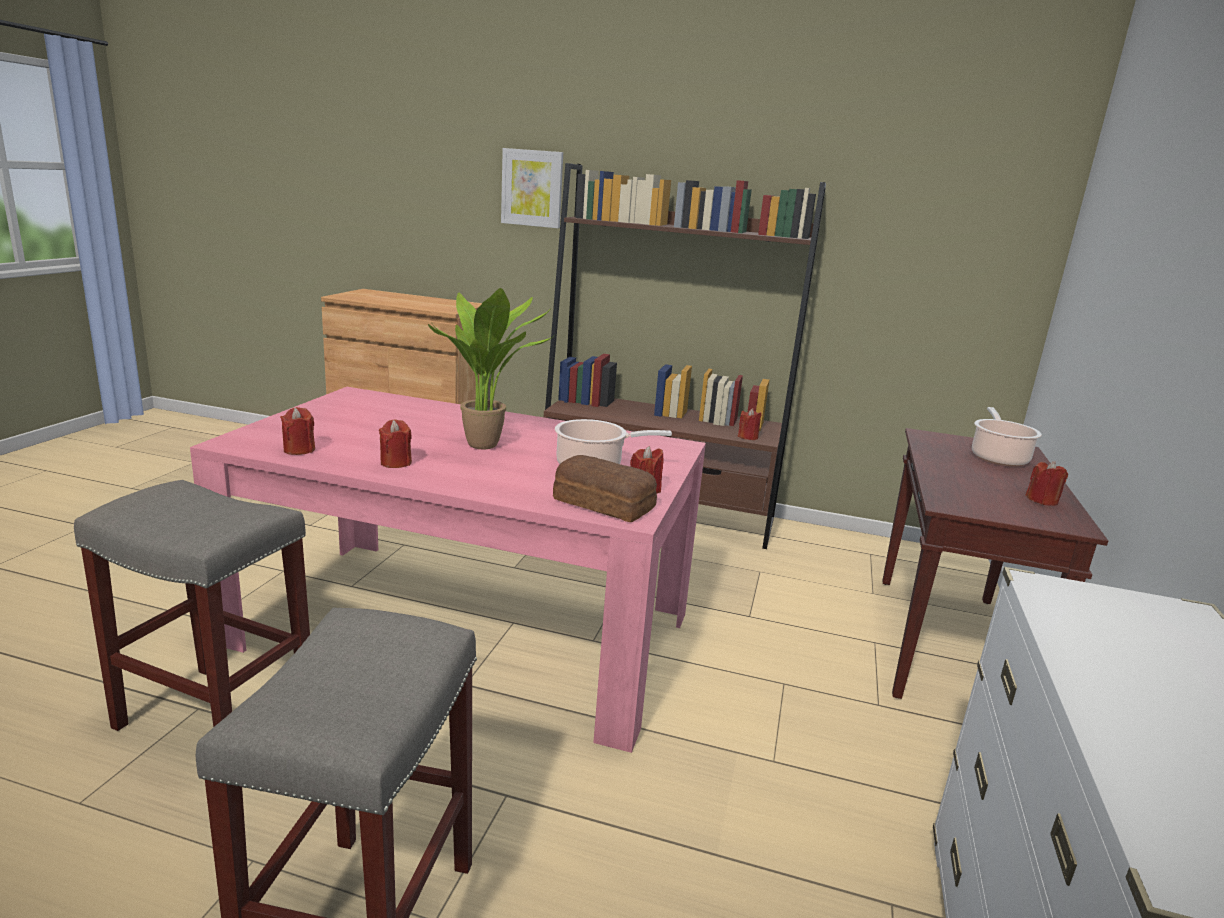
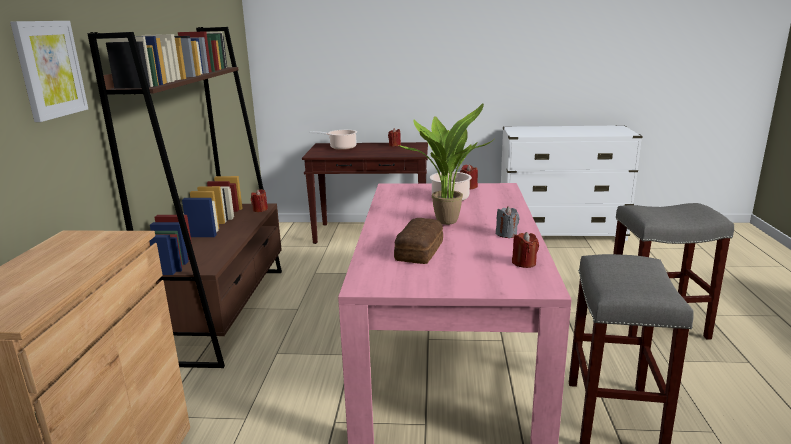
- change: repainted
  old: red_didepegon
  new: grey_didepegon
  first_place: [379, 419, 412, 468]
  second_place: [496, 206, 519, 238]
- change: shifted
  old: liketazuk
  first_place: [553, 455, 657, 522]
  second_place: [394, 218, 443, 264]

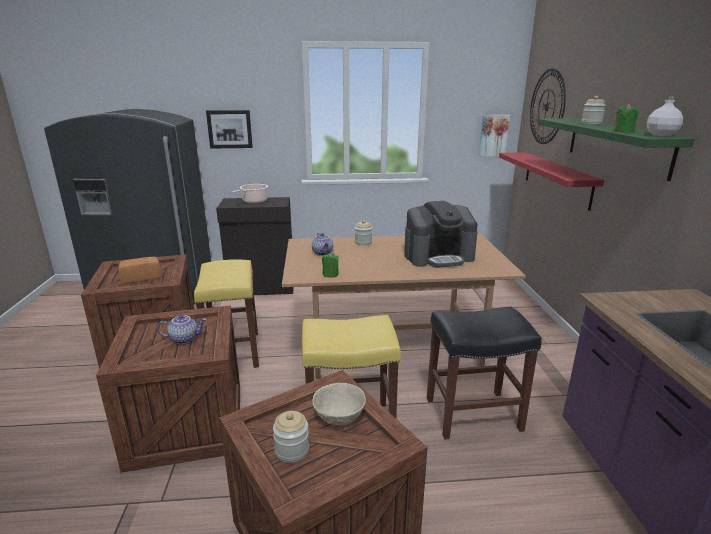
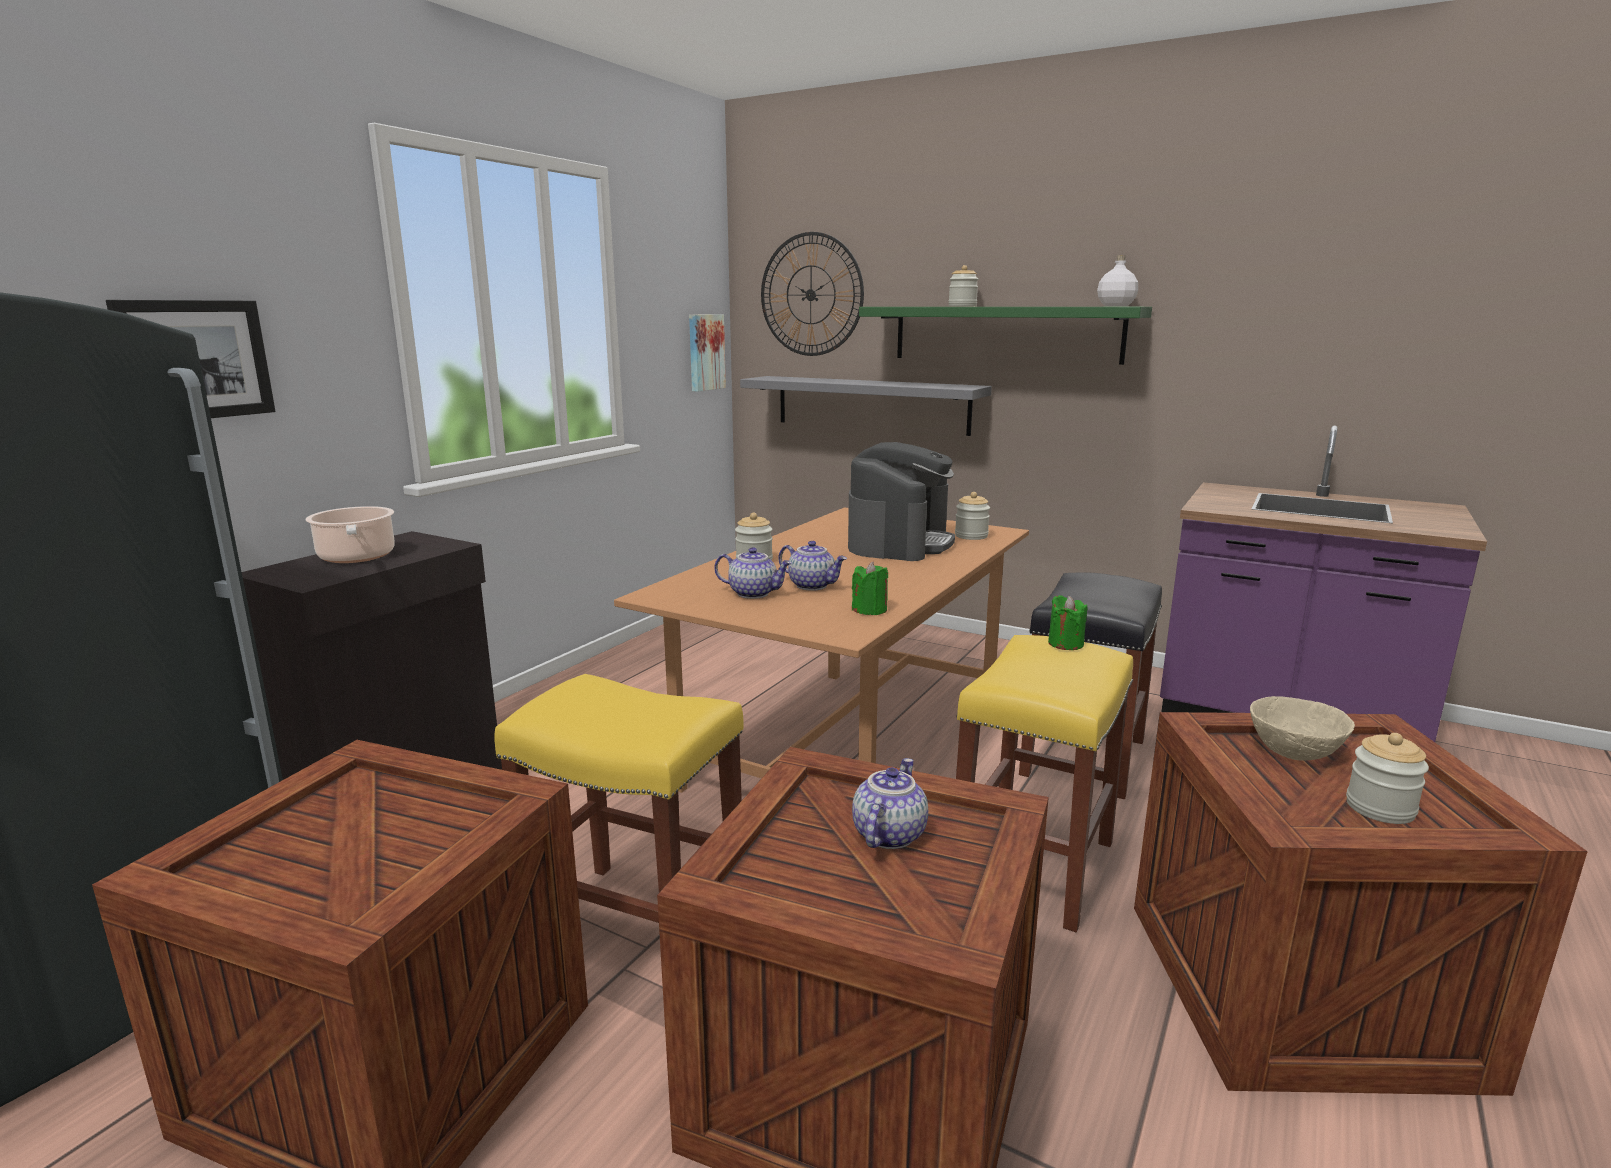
- change: shifted
  old: green_didepegon
  first_place: [614, 104, 638, 132]
  second_place: [1048, 595, 1088, 650]
- change: repainted
  old: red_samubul
  new: grey_samubul
  first_place: [499, 152, 604, 211]
  second_place: [740, 376, 992, 436]
- change: gone
  old: liketazuk
  first_place: [118, 257, 161, 284]
- change: new
  new: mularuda
  second_place: [955, 492, 990, 540]
- change: new
  new: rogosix
  second_place: [778, 541, 847, 591]

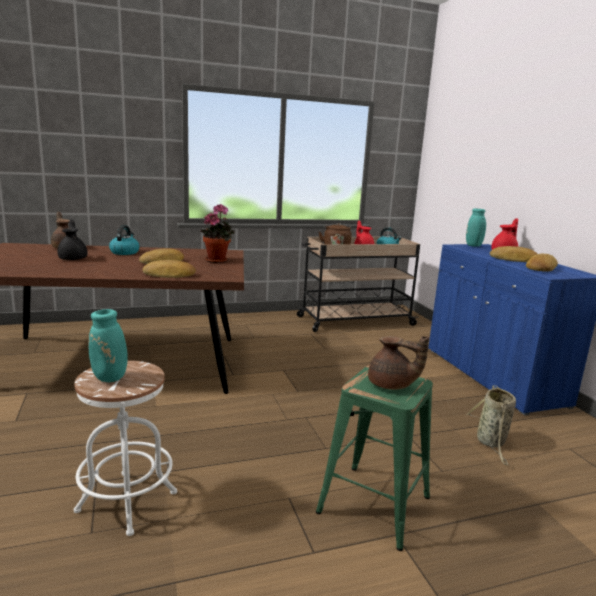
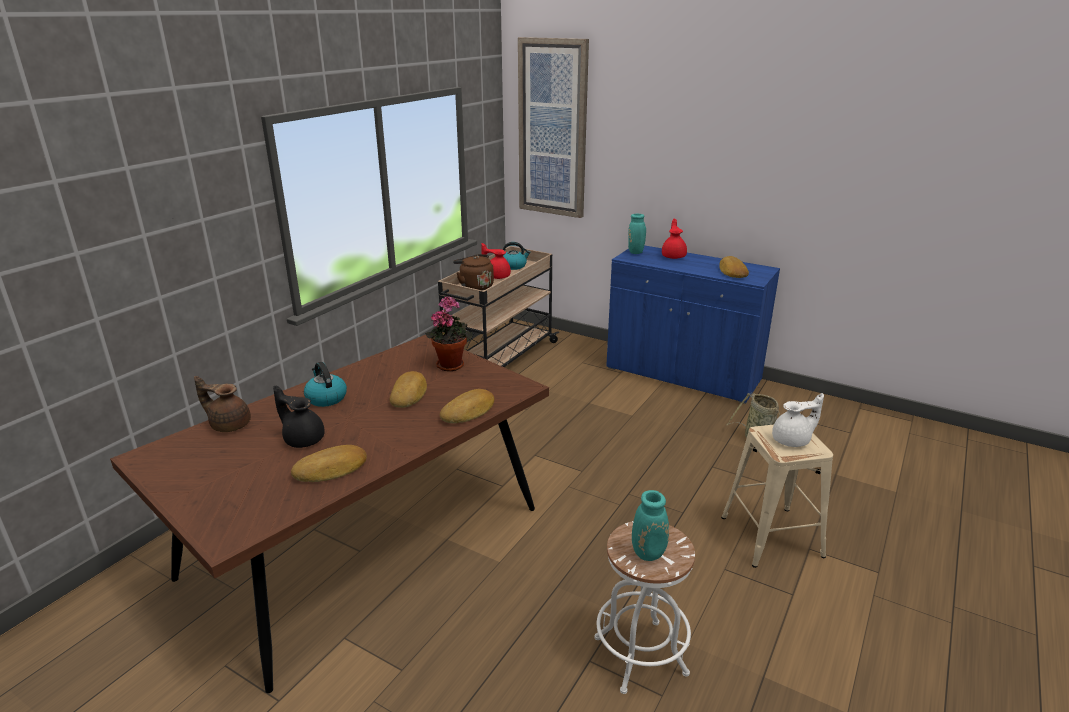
- change: shifted
  old: liketazuk
  first_place: [490, 246, 537, 262]
  second_place: [291, 445, 367, 482]
- change: repainted
  old: brown_rogosix
  new: white_rogosix
  first_place: [368, 336, 429, 390]
  second_place: [772, 393, 824, 447]
- change: repainted
  old: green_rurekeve
  new: beige_rurekeve
  first_place: [316, 365, 433, 551]
  second_place: [721, 425, 833, 568]
- change: new
  new: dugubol
  second_place: [518, 37, 589, 218]

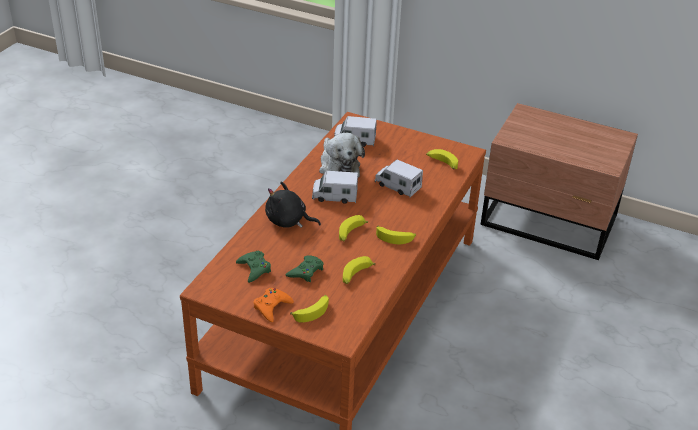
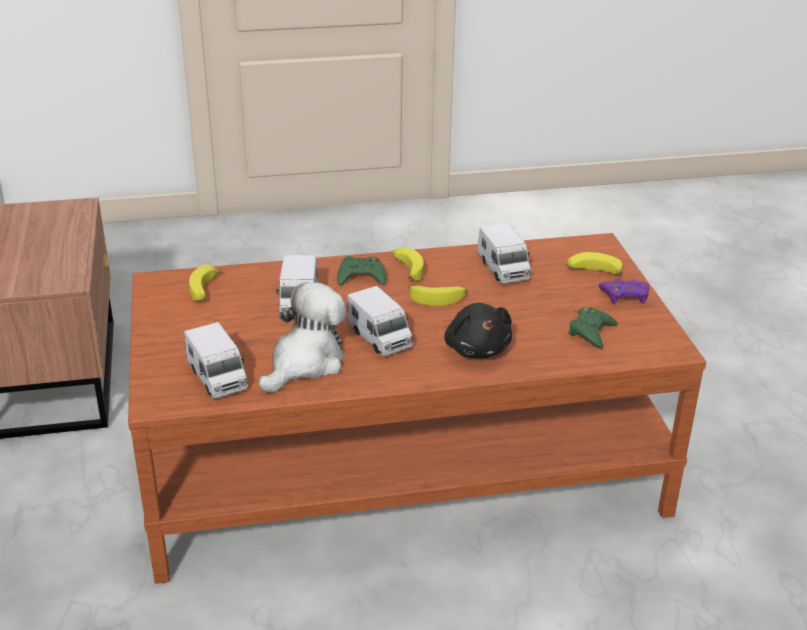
- change: shifted
  old: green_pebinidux
  first_place: [285, 255, 324, 282]
  second_place: [337, 256, 386, 286]
- change: swapped
  old: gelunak
  new: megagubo
  first_place: [343, 256, 375, 284]
  second_place: [478, 223, 531, 284]
- change: repainted
  old: orange_pebinidux
  new: purple_pebinidux
  first_place: [253, 288, 294, 322]
  second_place: [599, 279, 649, 304]

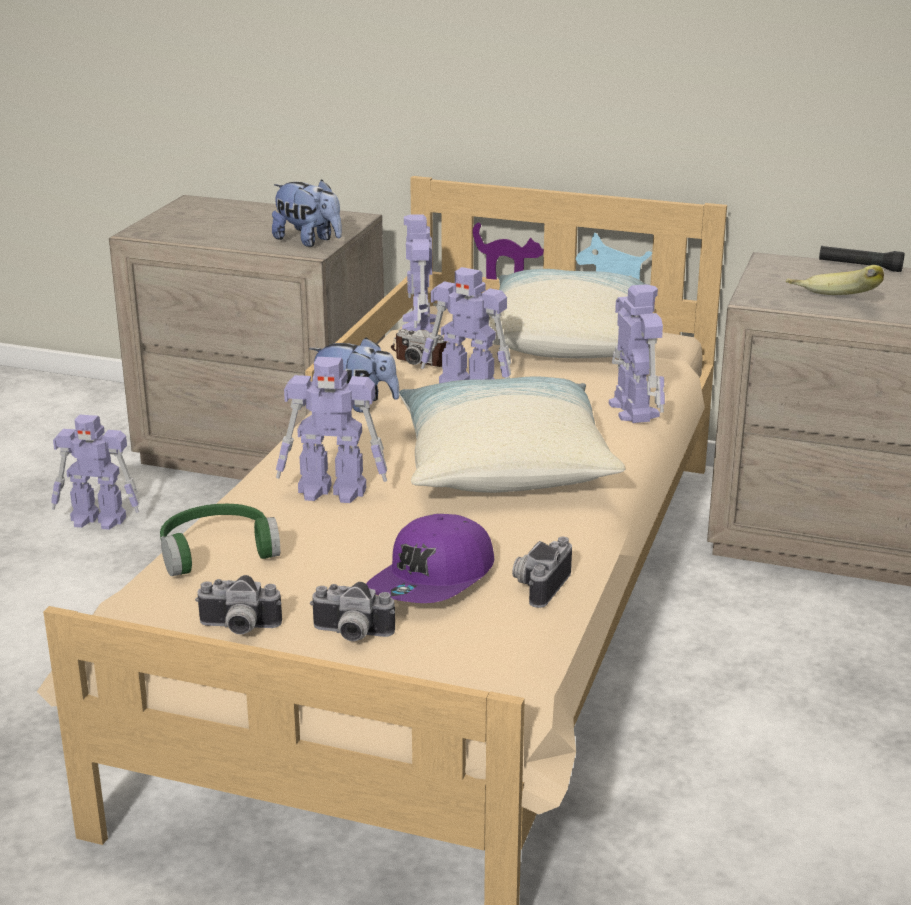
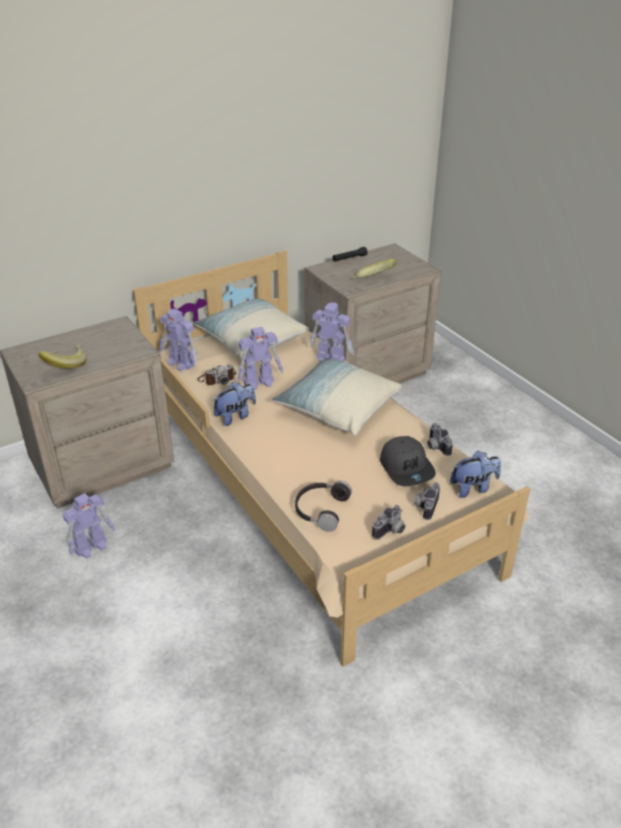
- change: shifted
  old: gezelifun
  first_place: [272, 180, 342, 247]
  second_place: [450, 451, 501, 498]
- change: gone
  old: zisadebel
  first_place: [276, 357, 387, 503]
- change: repainted
  old: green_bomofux
  new: black_bomofux
  first_place: [160, 504, 280, 576]
  second_place: [295, 481, 352, 532]
- change: repainted
  old: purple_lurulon
  new: grey_lurulon
  first_place: [366, 514, 494, 603]
  second_place: [380, 436, 436, 486]
- change: rotated
  old: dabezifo
  first_place: [310, 582, 395, 641]
  second_place: [413, 482, 440, 520]
  degrees: 150
- change: new
  new: gelunak
  second_place: [38, 345, 87, 369]

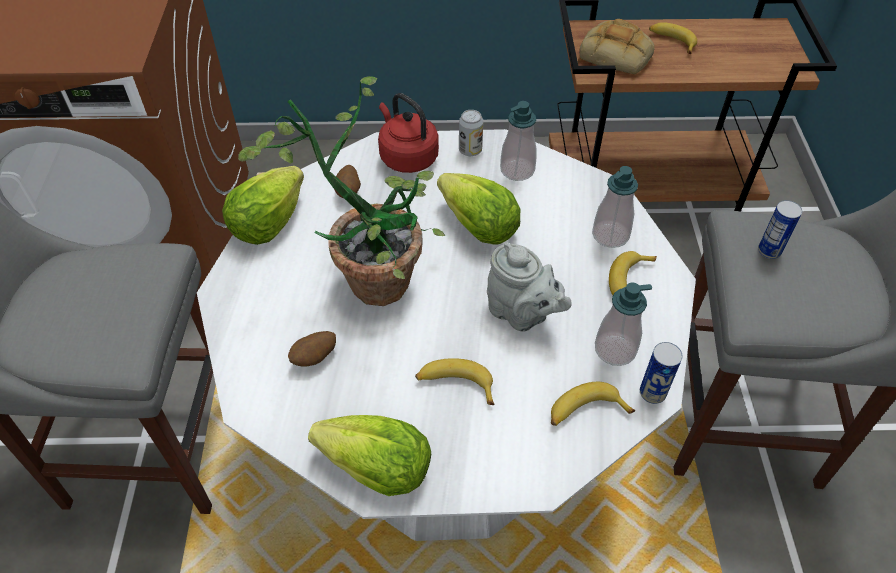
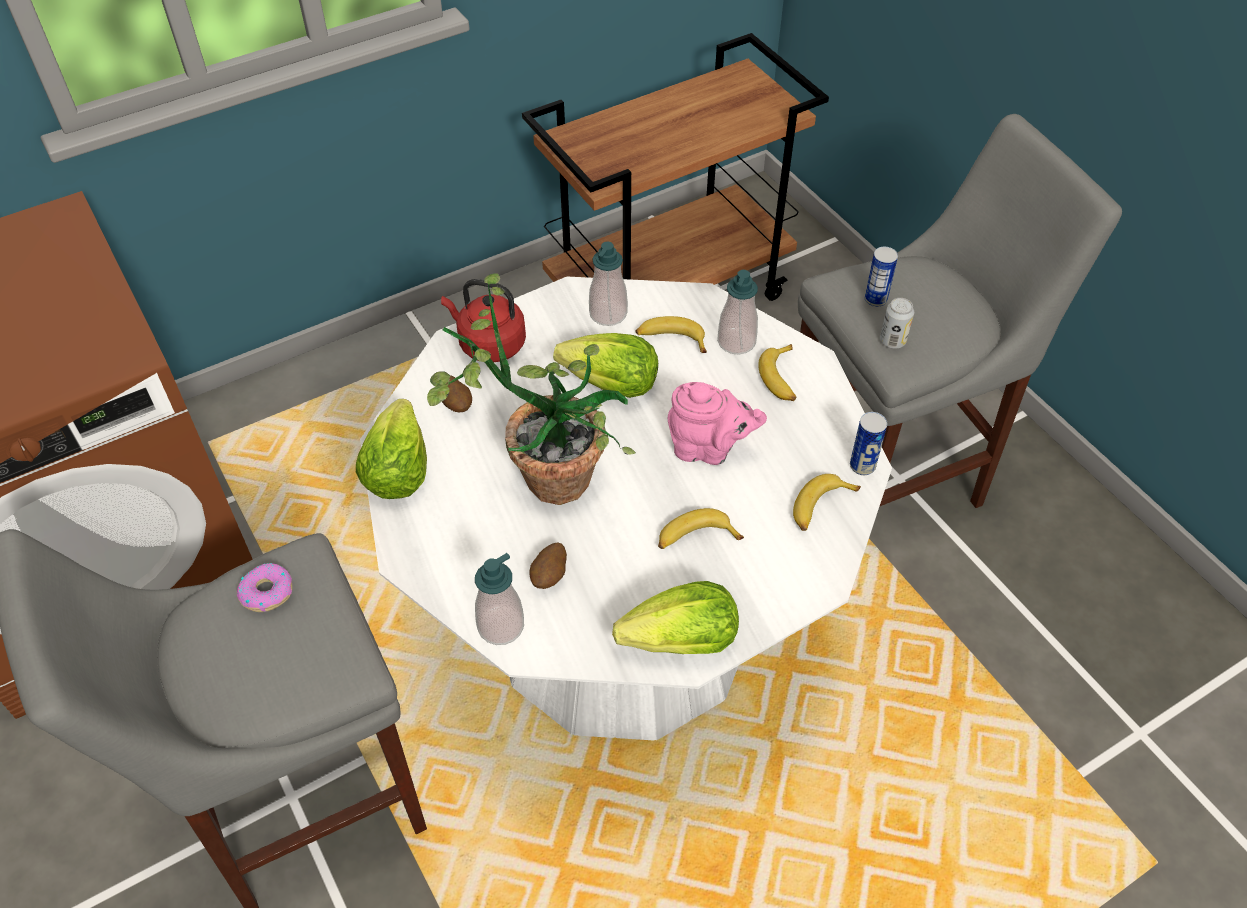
- change: gone
  old: liketazuk
  first_place: [579, 19, 655, 75]
- change: shifted
  old: gelunak
  first_place: [649, 22, 697, 54]
  second_place: [636, 316, 707, 353]
- change: shifted
  old: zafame
  first_place: [459, 110, 483, 156]
  second_place: [880, 298, 914, 349]
- change: repainted
  old: grey_rogosix
  new: pink_rogosix
  first_place: [487, 243, 571, 332]
  second_place: [668, 382, 767, 465]
- change: shifted
  old: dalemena
  first_place: [595, 283, 652, 366]
  second_place: [475, 553, 524, 645]
- change: new
  new: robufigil
  second_place: [237, 563, 292, 612]

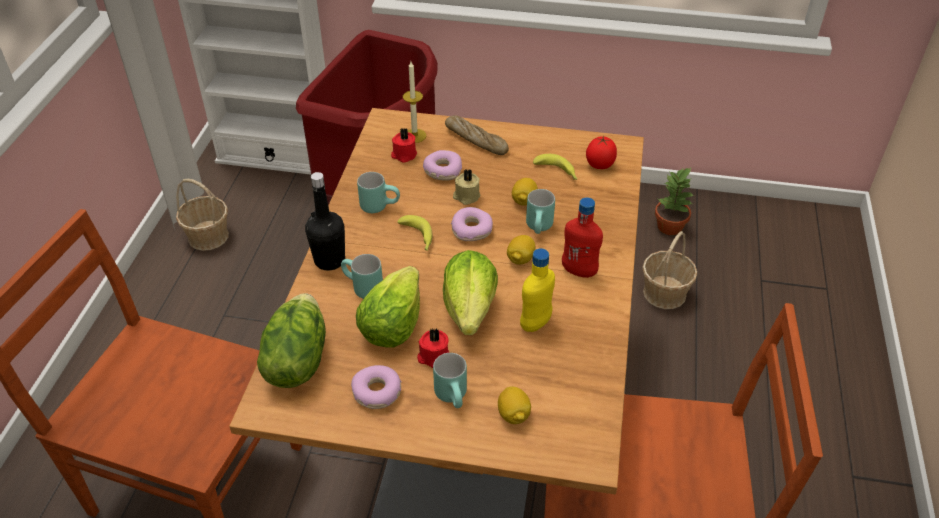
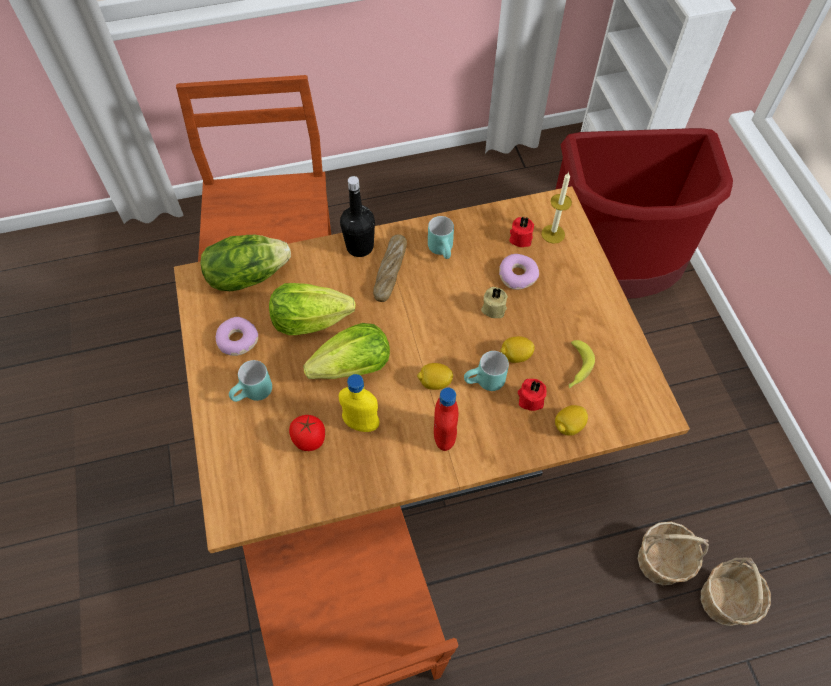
- change: shifted
  old: liketazuk
  first_place: [445, 116, 509, 155]
  second_place: [373, 234, 407, 302]
- change: shifted
  old: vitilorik
  first_place: [586, 136, 617, 169]
  second_place: [289, 415, 325, 451]
- change: gone
  old: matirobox
  first_place: [655, 167, 693, 235]
- change: shifted
  old: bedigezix
  first_place: [176, 179, 229, 251]
  second_place: [701, 558, 771, 626]
- change: gone
  old: robufigil
  first_place: [451, 207, 493, 241]
- change: gone
  old: gelunak
  first_place: [397, 215, 433, 251]
- change: gone
  old: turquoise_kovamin
  first_place: [341, 254, 383, 299]
- change: shifted
  old: red_didepegon
  first_place: [417, 328, 449, 368]
  second_place: [518, 379, 546, 411]
- change: shifted
  old: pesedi
  first_place: [498, 386, 531, 424]
  second_place: [555, 405, 588, 436]

